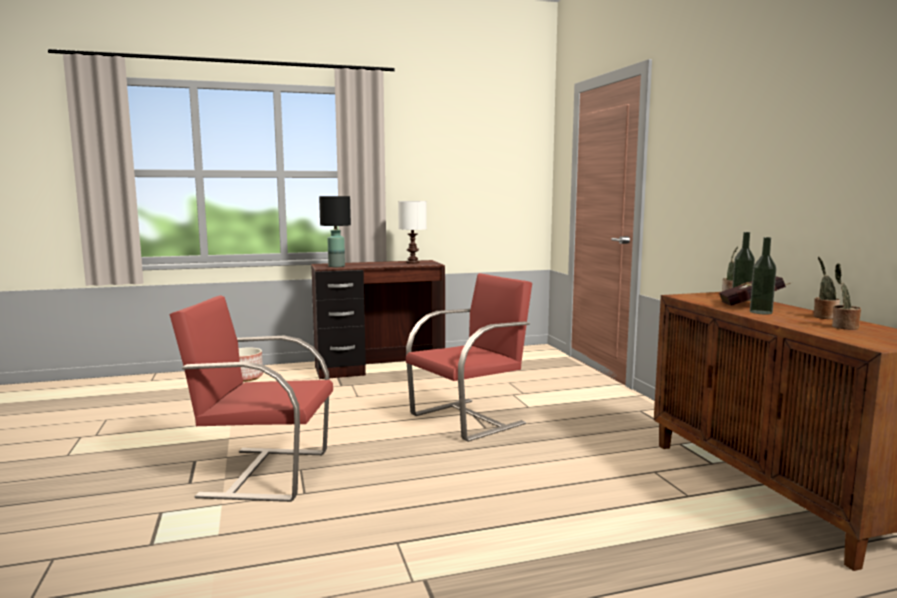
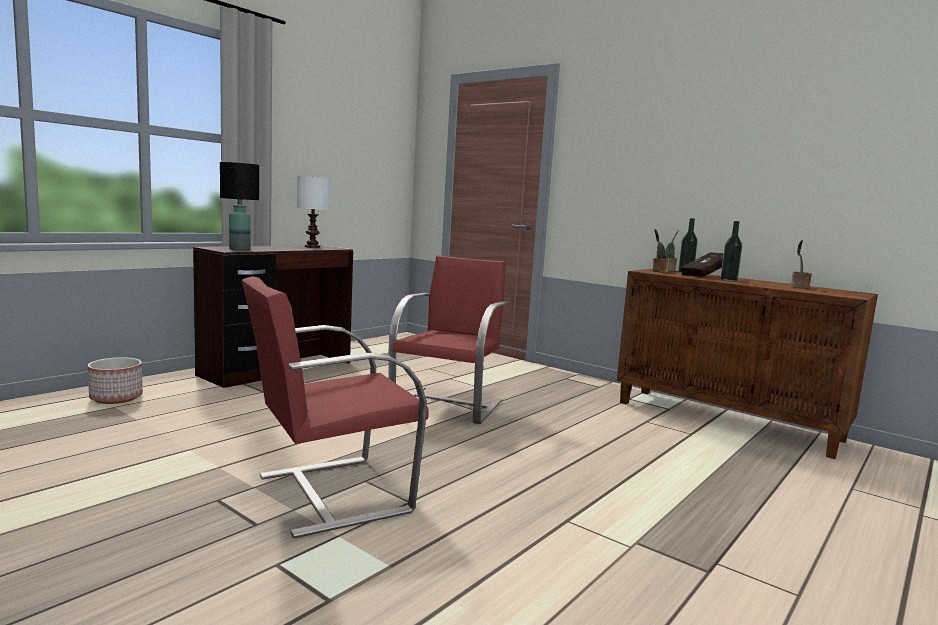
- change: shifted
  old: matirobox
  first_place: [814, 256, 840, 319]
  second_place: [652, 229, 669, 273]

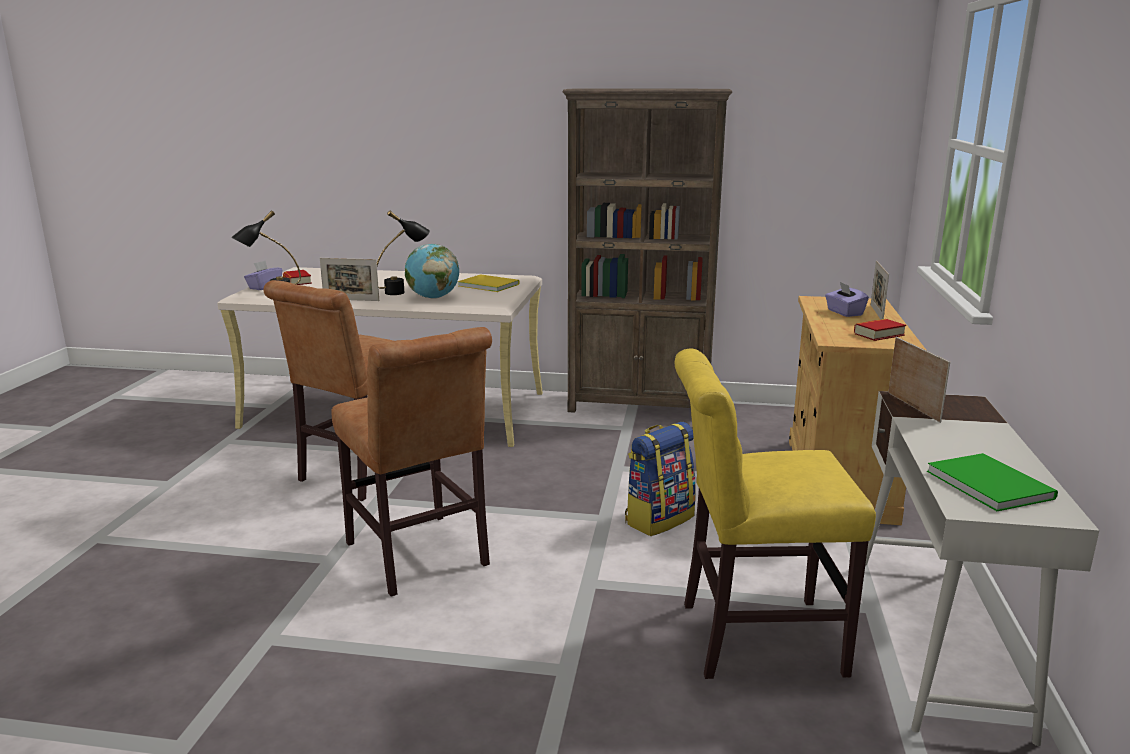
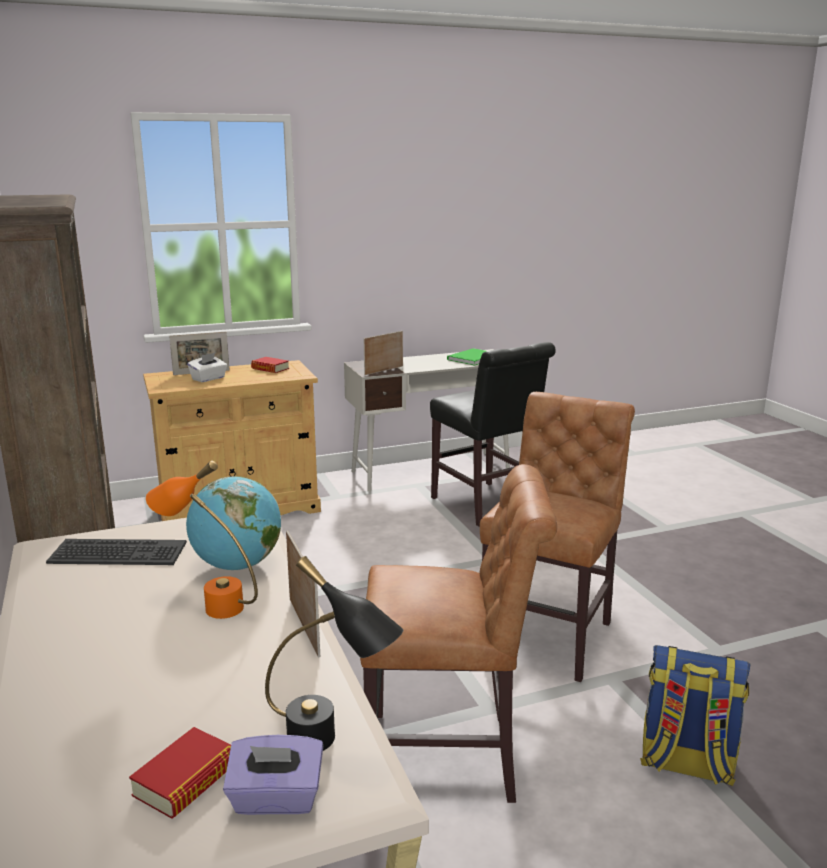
- change: repainted
  old: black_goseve
  new: orange_goseve
  first_place: [377, 211, 430, 295]
  second_place: [146, 461, 258, 619]
- change: swapped
  old: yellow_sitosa
  new: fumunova
  first_place: [458, 274, 520, 292]
  second_place: [46, 539, 187, 565]
- change: repainted
  old: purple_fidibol
  new: white_fidibol
  first_place: [825, 282, 869, 317]
  second_place: [187, 353, 227, 382]
- change: repainted
  old: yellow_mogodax
  new: black_mogodax
  first_place: [675, 348, 876, 679]
  second_place: [430, 342, 556, 527]
- change: shifted
  old: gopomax
  first_place: [625, 422, 696, 536]
  second_place: [640, 645, 750, 786]

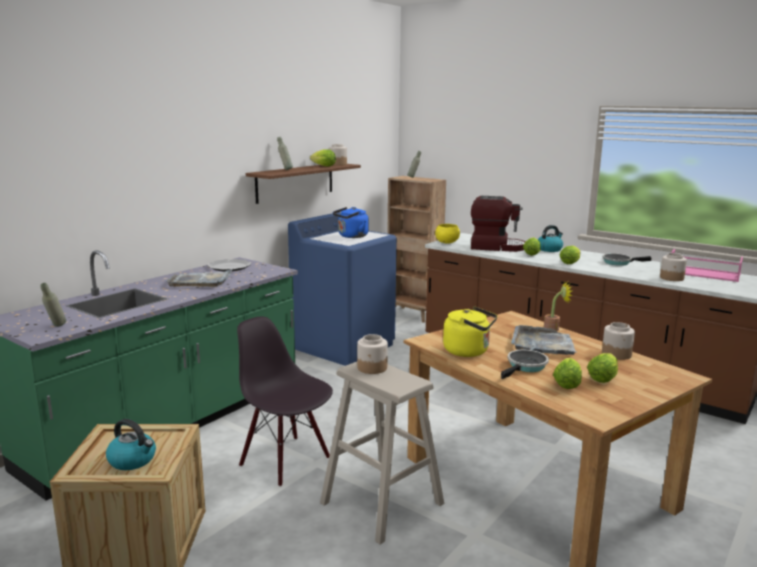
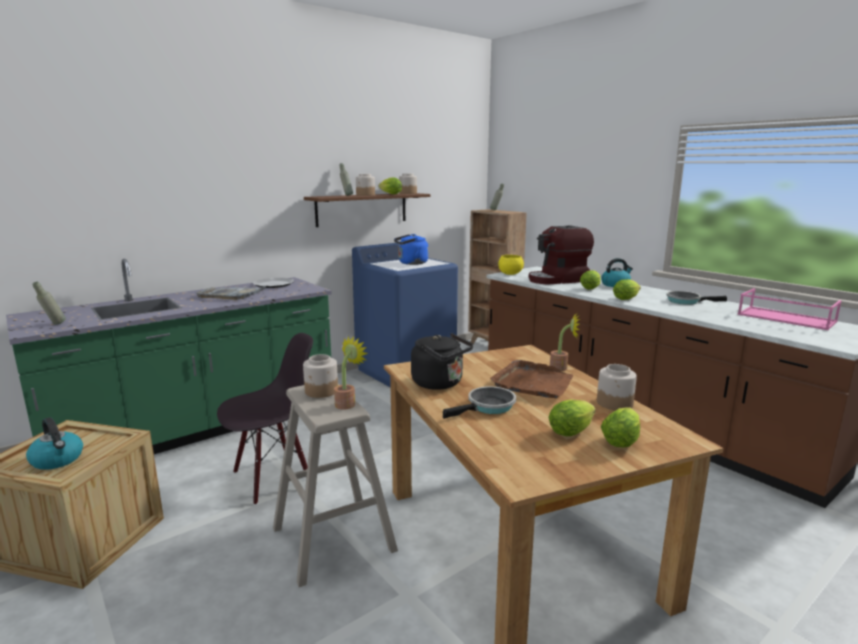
- change: rotated
  old: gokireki
  first_place: [471, 196, 525, 252]
  second_place: [529, 225, 594, 285]
  degrees: 135
- change: shifted
  old: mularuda
  first_place: [660, 253, 687, 281]
  second_place: [356, 174, 375, 196]
- change: repainted
  old: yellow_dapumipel
  new: black_dapumipel
  first_place: [443, 306, 497, 357]
  second_place: [411, 333, 473, 390]
- change: rotated
  old: black_mogodax
  first_place: [237, 316, 333, 487]
  second_place: [217, 333, 313, 505]
  degrees: 90
- change: repainted
  old: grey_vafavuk
  new: brown_vafavuk
  first_place: [511, 325, 577, 355]
  second_place: [490, 360, 573, 398]
- change: shifted
  old: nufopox
  first_place: [553, 358, 582, 389]
  second_place: [601, 408, 640, 447]
- change: new
  new: matirobox
  second_place: [334, 336, 368, 410]

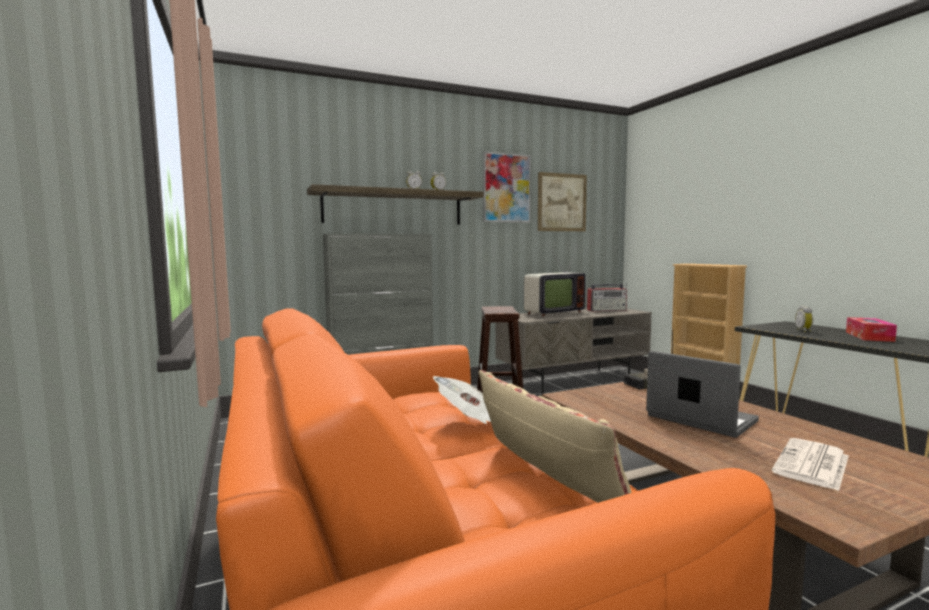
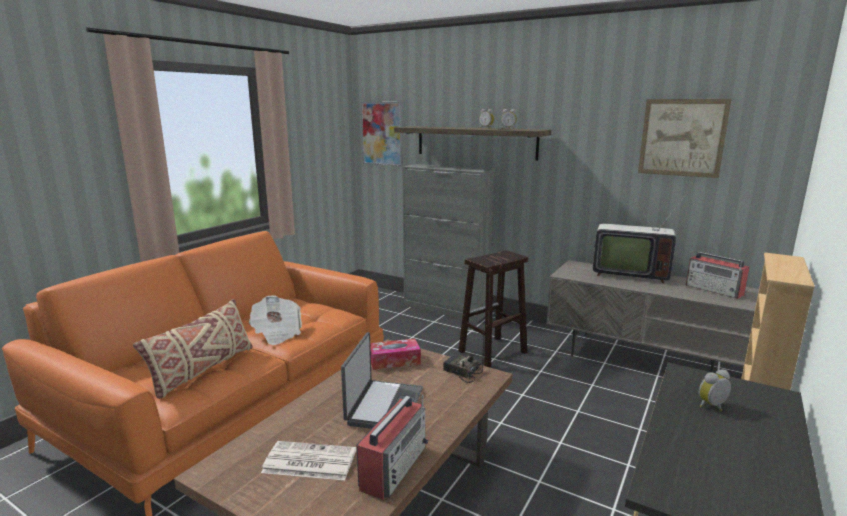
- change: shifted
  old: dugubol
  first_place: [483, 152, 531, 223]
  second_place: [361, 102, 403, 167]
- change: shifted
  old: fidibol
  first_place: [846, 317, 897, 342]
  second_place: [370, 338, 421, 370]
- change: new
  new: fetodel
  second_place: [357, 395, 428, 500]

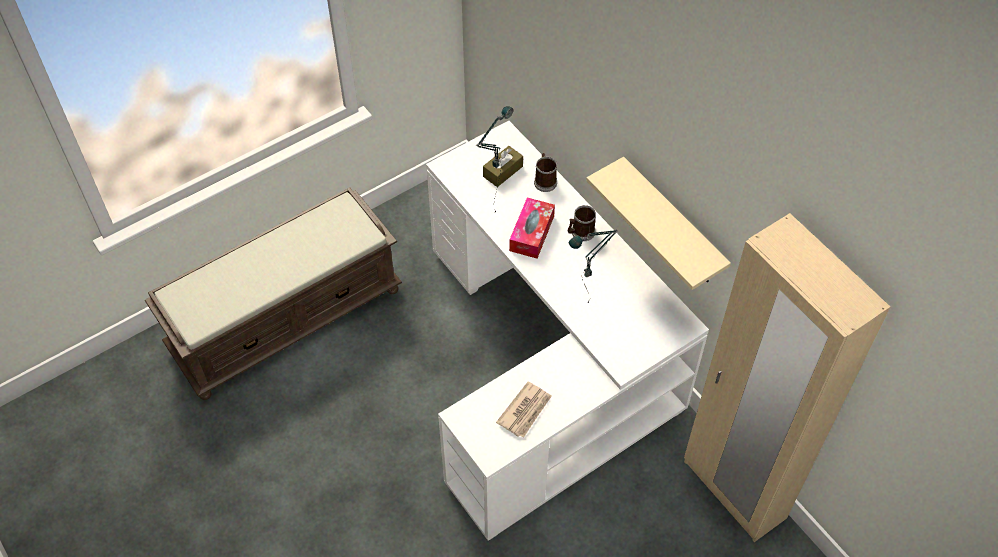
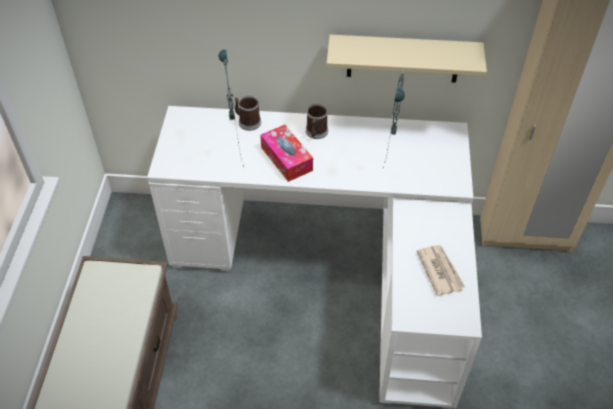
- change: gone
  old: brown_fidibol
  first_place: [483, 146, 523, 187]

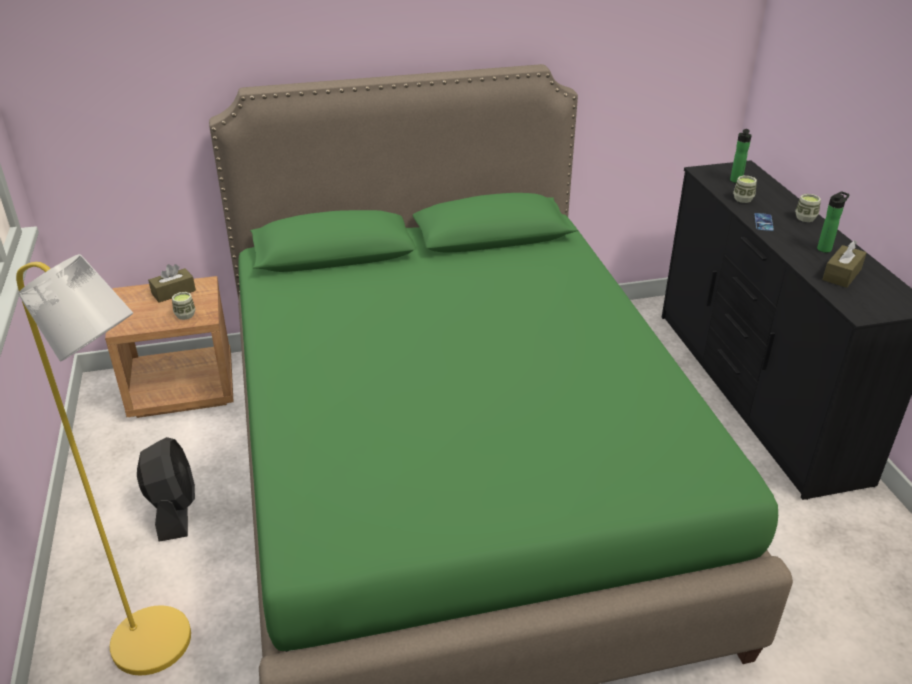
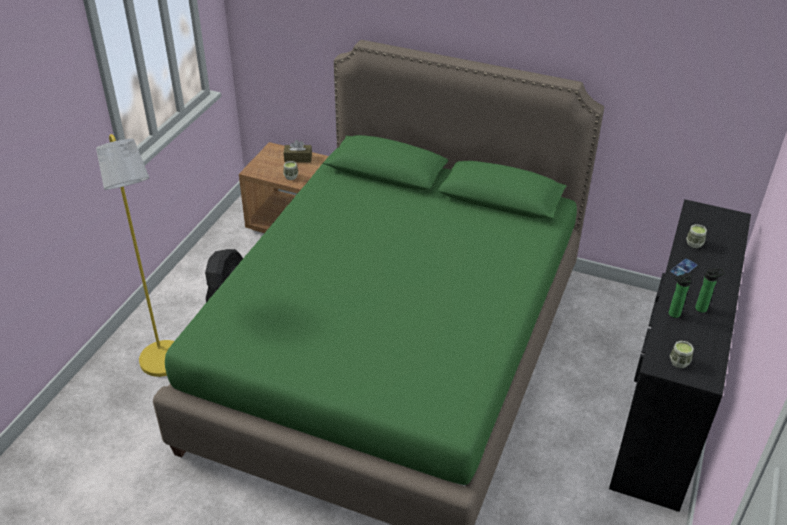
- change: shifted
  old: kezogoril
  first_place: [730, 129, 752, 183]
  second_place: [669, 273, 691, 318]
- change: shifted
  old: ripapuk
  first_place: [795, 194, 821, 222]
  second_place: [670, 340, 694, 368]
- change: gone
  old: brown_fidibol
  first_place: [822, 240, 867, 288]

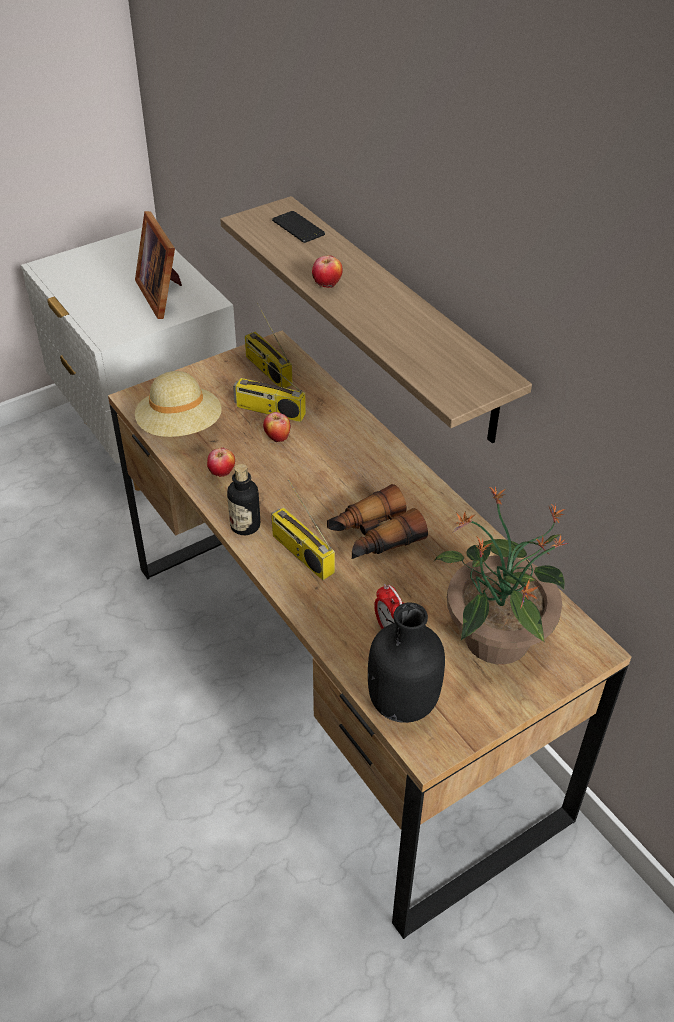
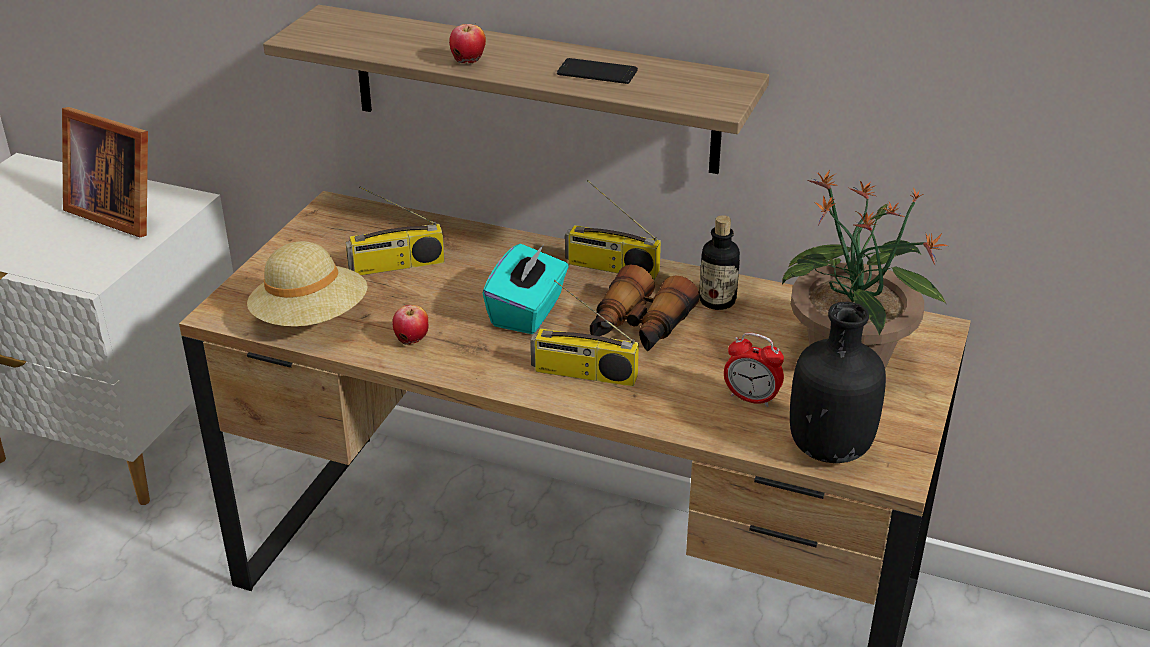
- change: shifted
  old: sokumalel
  first_place: [272, 211, 325, 243]
  second_place: [557, 58, 638, 84]
- change: shifted
  old: fetodel
  first_place: [245, 303, 292, 388]
  second_place: [565, 180, 661, 280]
- change: gone
  old: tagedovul
  first_place: [263, 412, 290, 442]
- change: shifted
  old: kezogoril
  first_place: [227, 464, 260, 535]
  second_place: [699, 215, 740, 310]
- change: new
  new: turquoise_fidibol
  second_place: [482, 244, 569, 334]

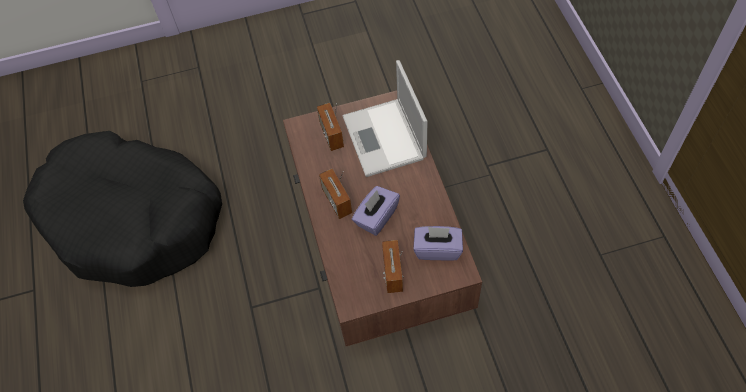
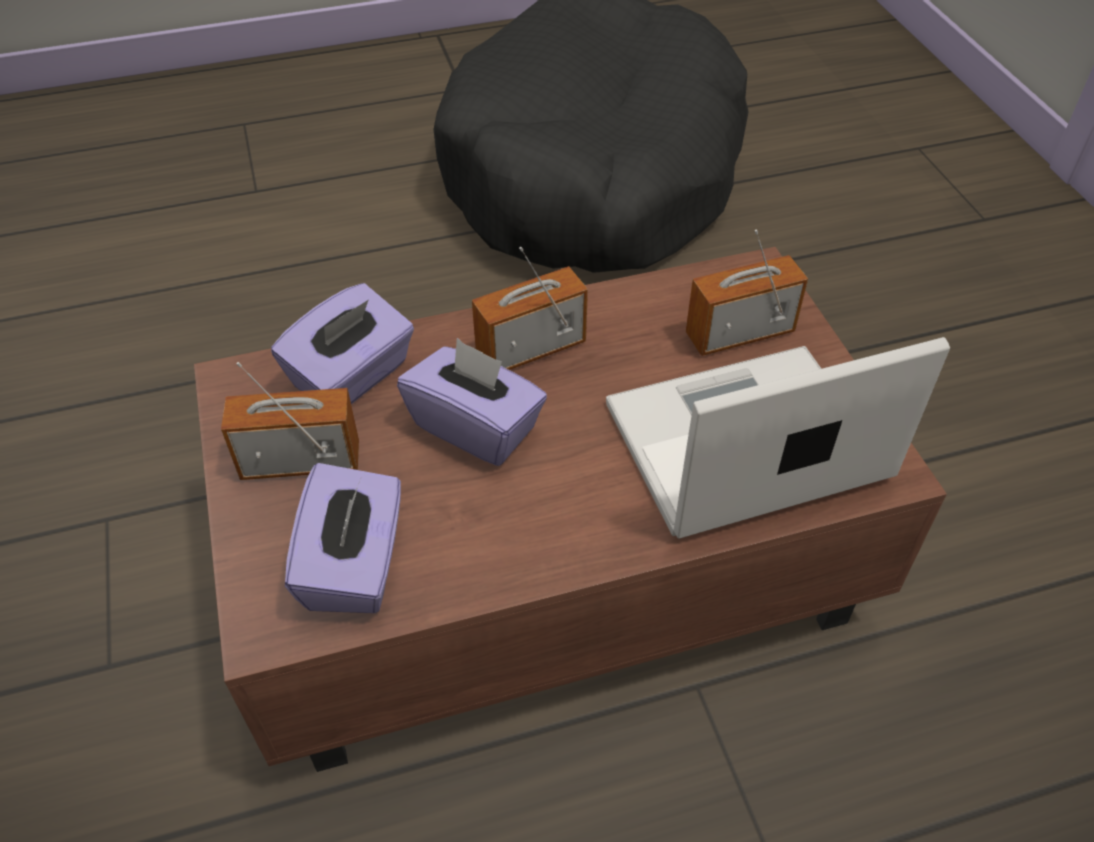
- change: new
  new: purple_fidibol
  second_place: [271, 283, 414, 404]

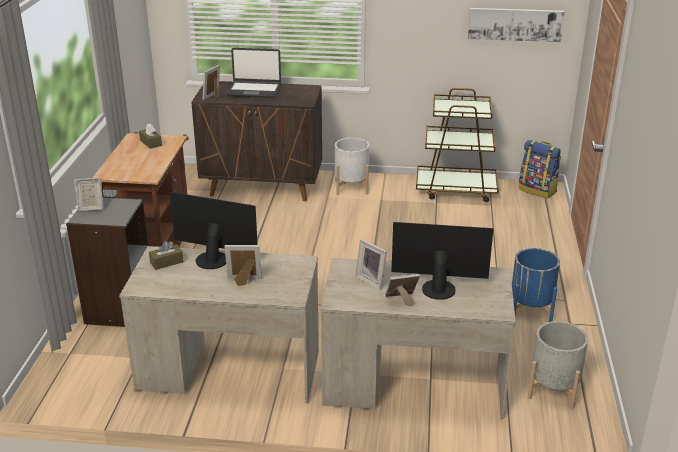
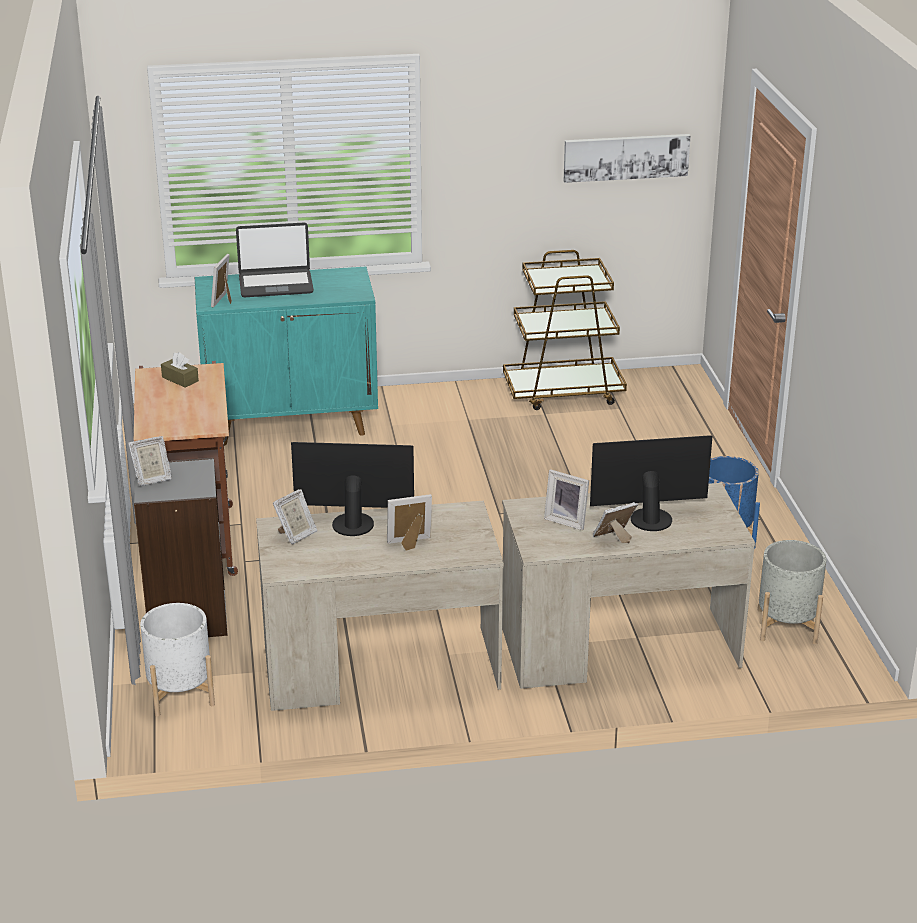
- change: repainted
  old: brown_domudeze
  new: turquoise_domudeze
  first_place: [191, 81, 322, 201]
  second_place: [195, 267, 378, 446]
- change: shifted
  old: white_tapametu
  first_place: [335, 138, 369, 195]
  second_place: [140, 603, 215, 717]
- change: gone
  old: gopomax
  first_place: [518, 140, 561, 199]
- change: swapped
  old: brown_fidibol
  new: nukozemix
  first_place: [149, 241, 184, 270]
  second_place: [273, 489, 317, 545]

